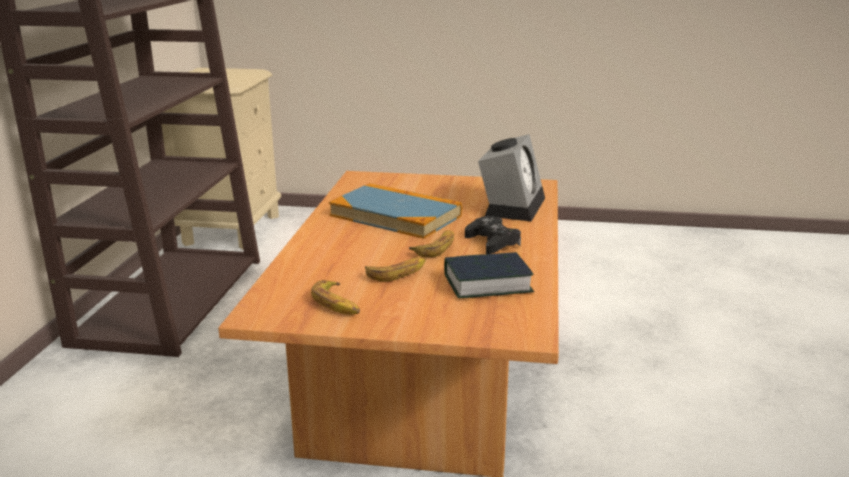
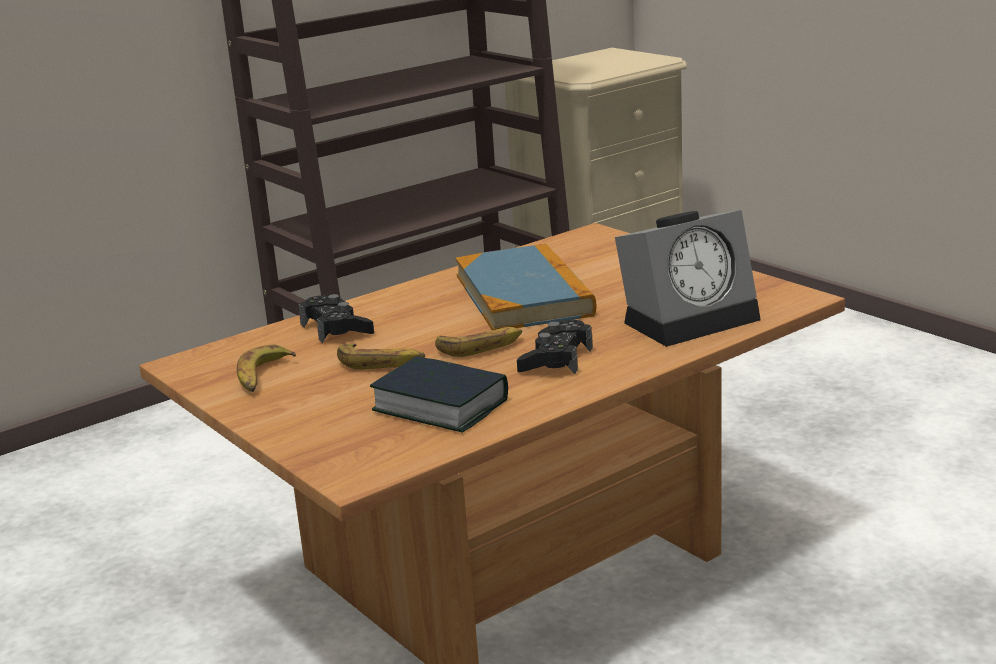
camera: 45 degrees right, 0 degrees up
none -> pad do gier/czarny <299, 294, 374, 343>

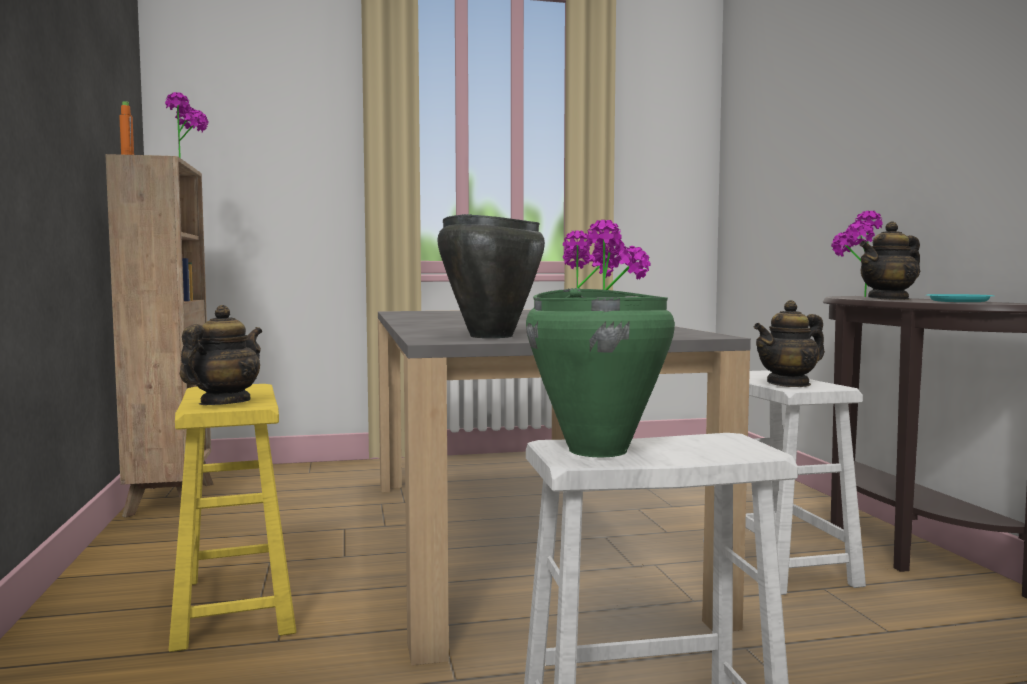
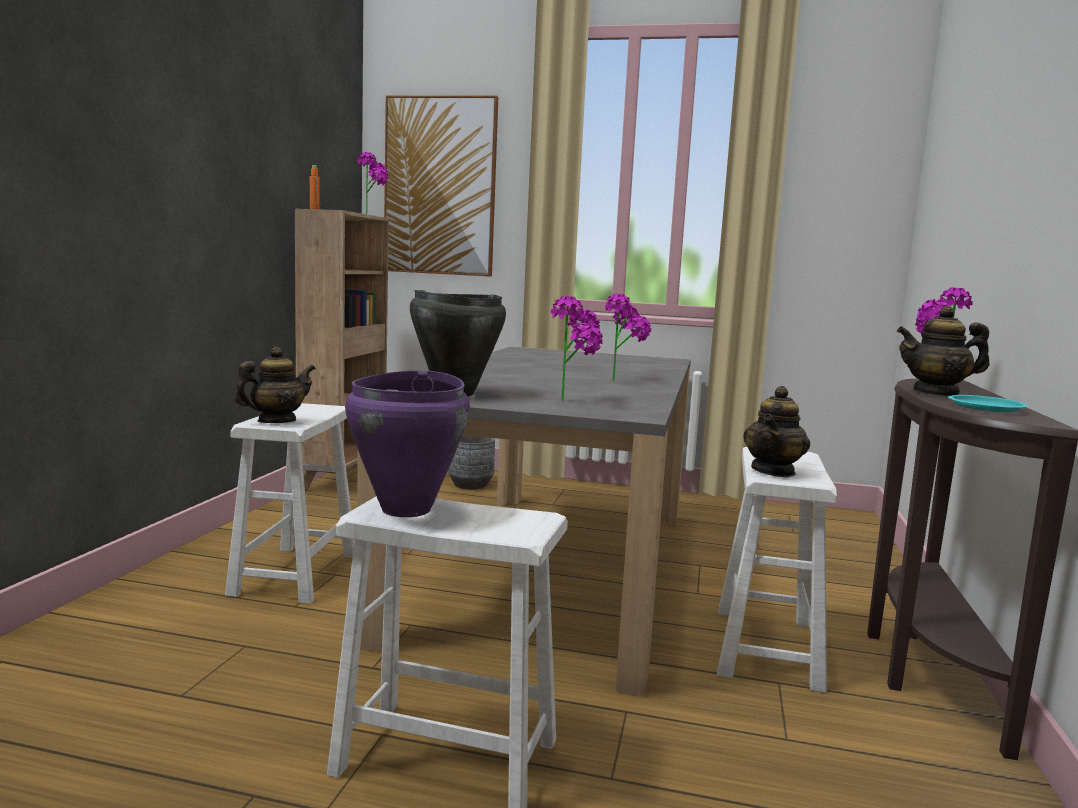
camera: 25 degrees right, 5 degrees up
stołek/żółty <168, 384, 297, 652> -> stołek/biały <225, 403, 355, 604>
garnek/zielony <526, 288, 675, 458> -> garnek/fioletowy <345, 370, 470, 517>
none -> obraz <384, 96, 498, 277>
none -> donica/szary <448, 435, 495, 489>
imbryk <754, 300, 825, 387> -> imbryk <743, 386, 810, 477>, 60 degrees counterclockwise

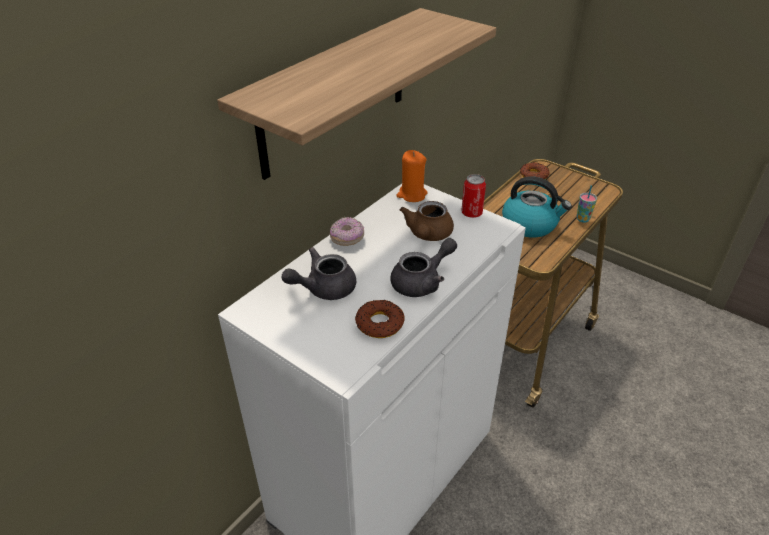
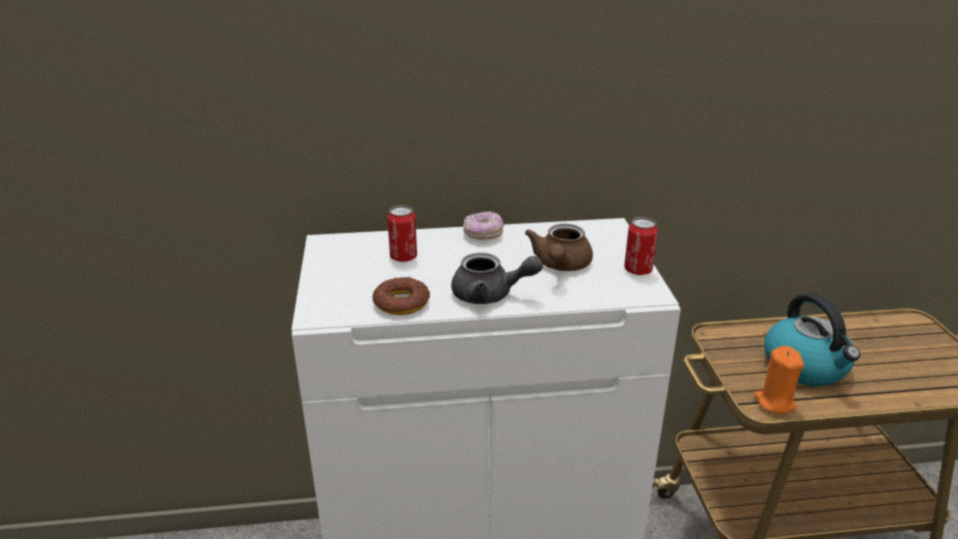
camera: 45 degrees right, 10 degrees down
imbryk/szary <282, 247, 356, 300> -> puszka <388, 205, 417, 262>
imbryk/brązowy <400, 201, 454, 241> -> imbryk/brązowy <525, 224, 593, 271>, 45 degrees counterclockwise
świeca/pomarańczowy <397, 150, 427, 202> -> świeca/pomarańczowy <754, 346, 804, 414>, moved
półka <217, 8, 496, 180> -> none
donut <520, 162, 550, 179> -> none
filiżanka <577, 185, 597, 223> -> none

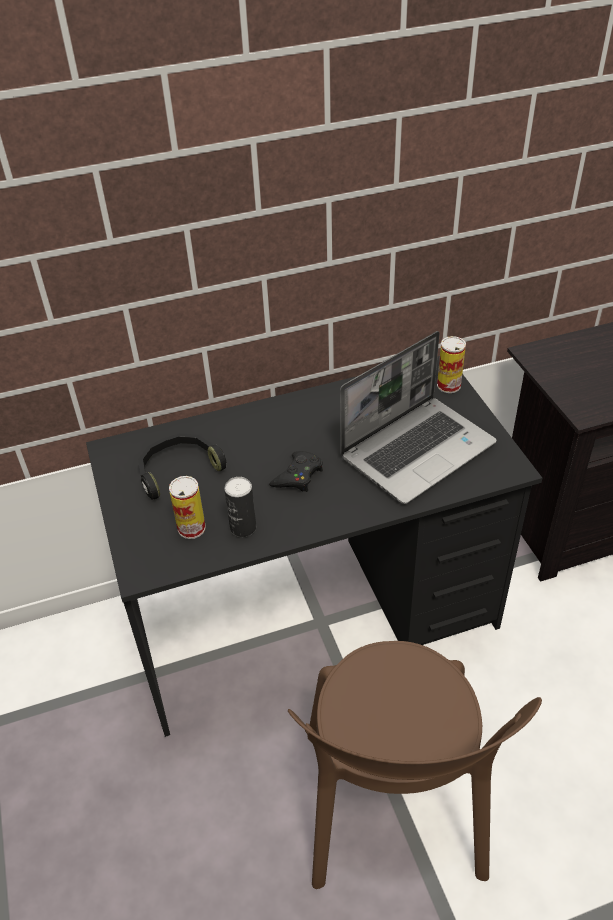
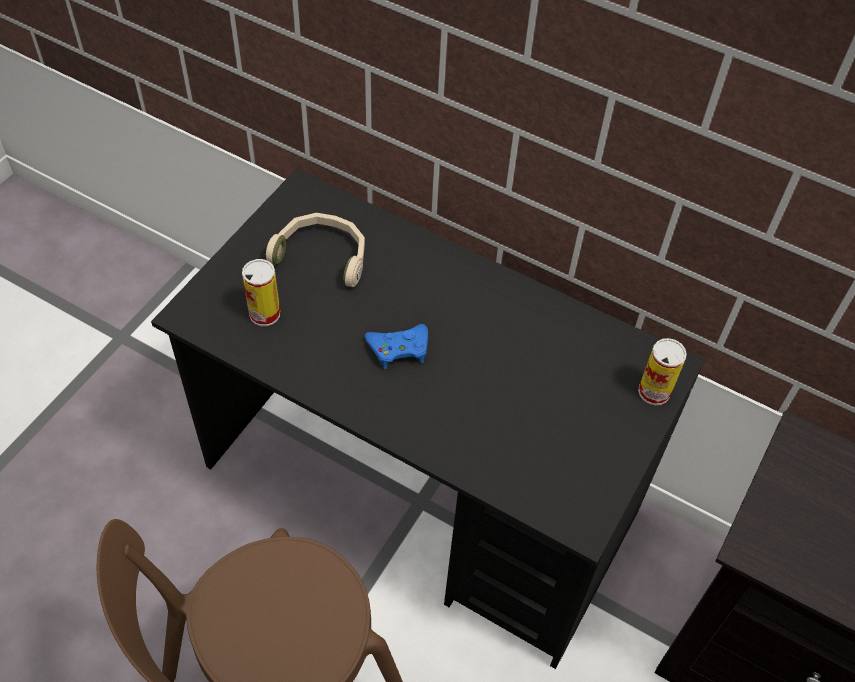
camera: 45 degrees right, 10 degrees up
słuchawki/czarny <138, 433, 227, 500> -> słuchawki/beżowy <266, 213, 365, 287>
pad do gier/czarny <269, 451, 323, 492> -> pad do gier/niebieski <365, 324, 428, 369>
puszka <224, 477, 256, 537> -> none
laptop <340, 331, 497, 504> -> none

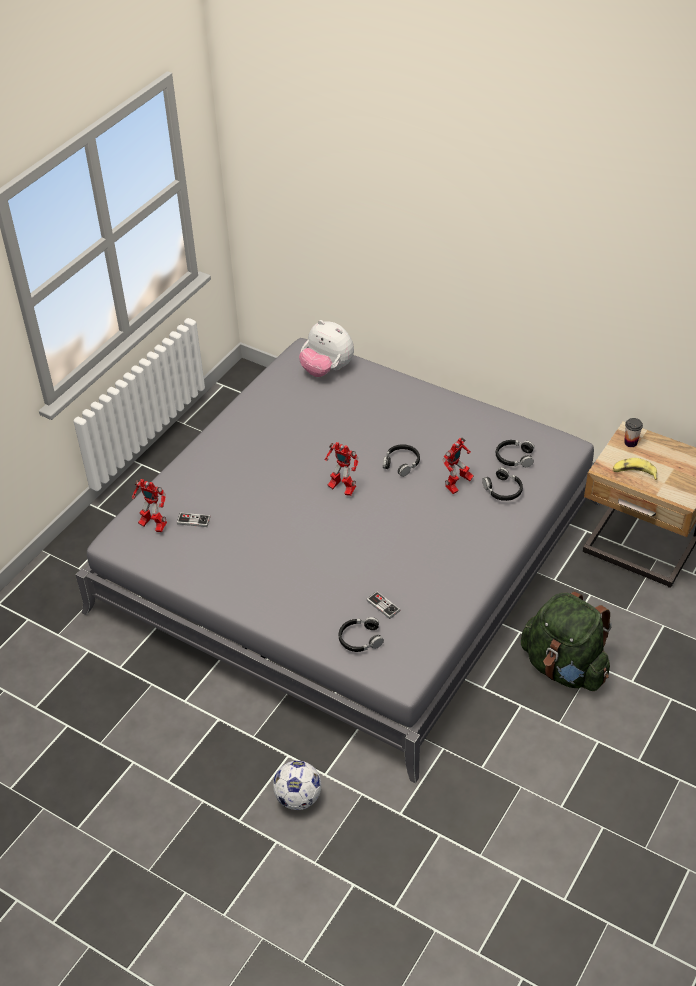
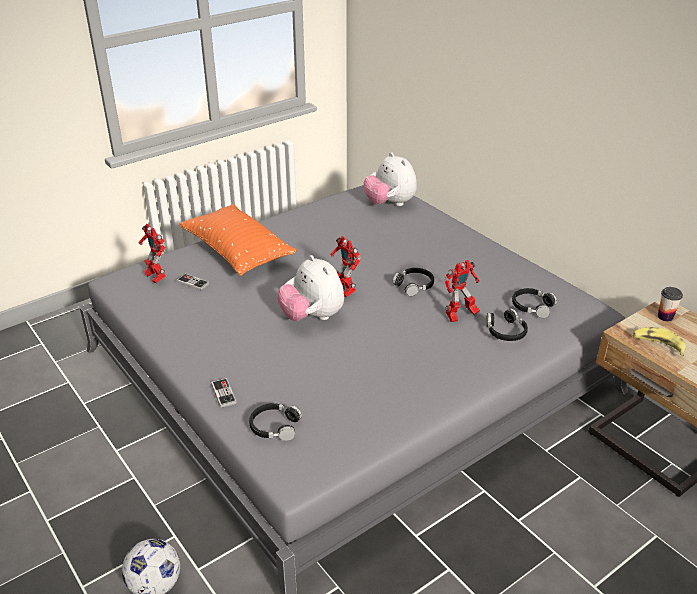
camera: 20 degrees right, 10 degrees down
none -> poduszka/pomarańczowy <179, 204, 297, 276>
pad do gier <366, 591, 400, 619> -> pad do gier <211, 378, 237, 408>, moved
none -> pluszak <278, 255, 344, 321>
plecak/zielony <521, 591, 612, 691> -> none

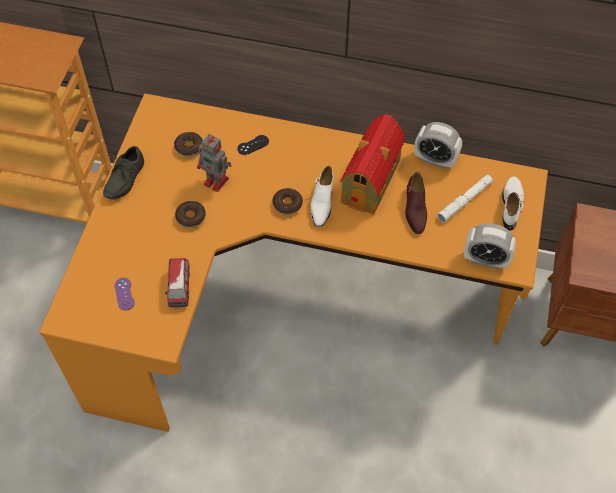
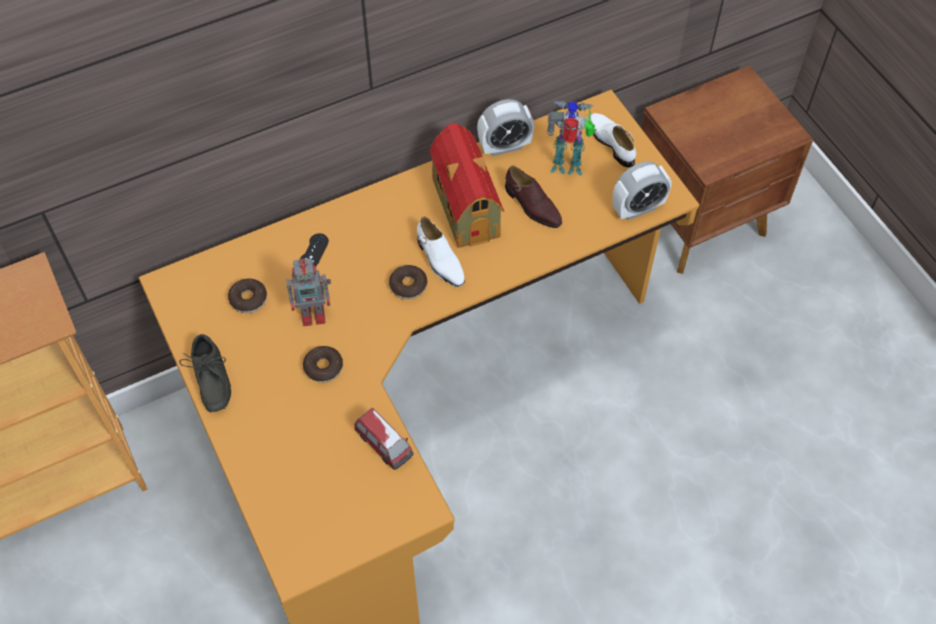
camera: 40 degrees left, 0 degrees up
latarka/biały <437, 175, 493, 222> -> robot zabawkowy <547, 100, 596, 176>
pad do gier/fioletowy <115, 278, 135, 310> -> none

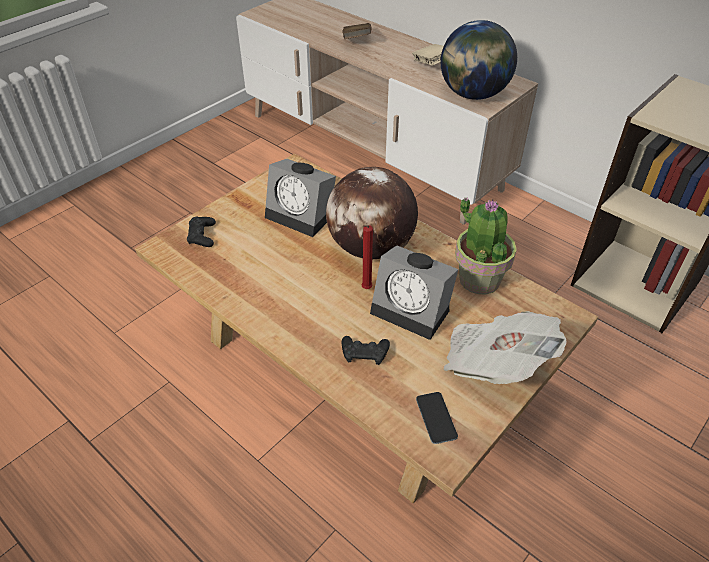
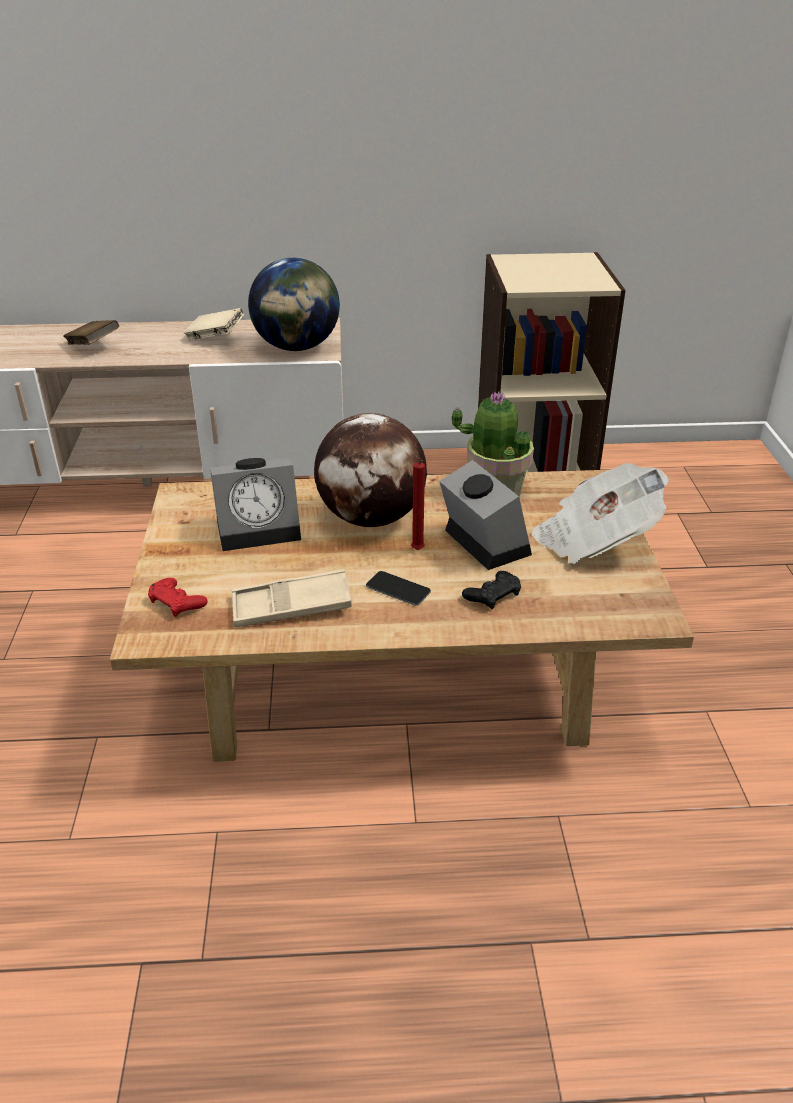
camera: 45 degrees left, 10 degrees down
pad do gier/czarny <187, 217, 216, 247> -> pad do gier/czerwony <148, 578, 208, 617>
none -> taca/beżowy <232, 569, 352, 627>
telefon <416, 392, 458, 444> -> telefon <366, 571, 431, 606>, moved
budzik <370, 245, 459, 340> -> budzik <439, 460, 532, 570>, 105 degrees counterclockwise

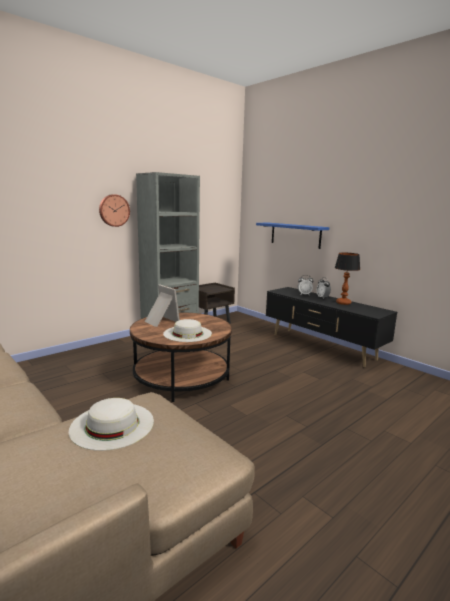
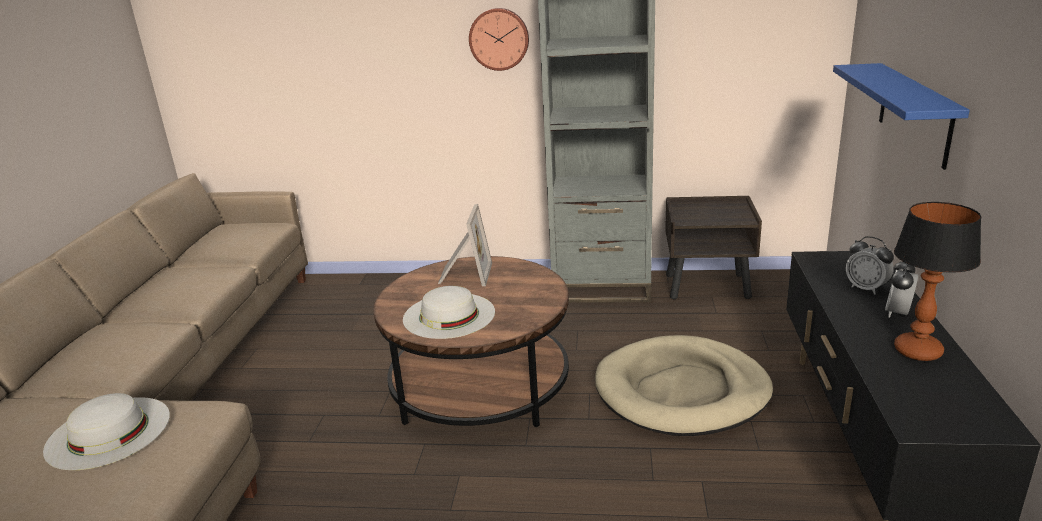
camera: 50 degrees right, 10 degrees up
none -> legowisko/beżowy <595, 335, 773, 436>

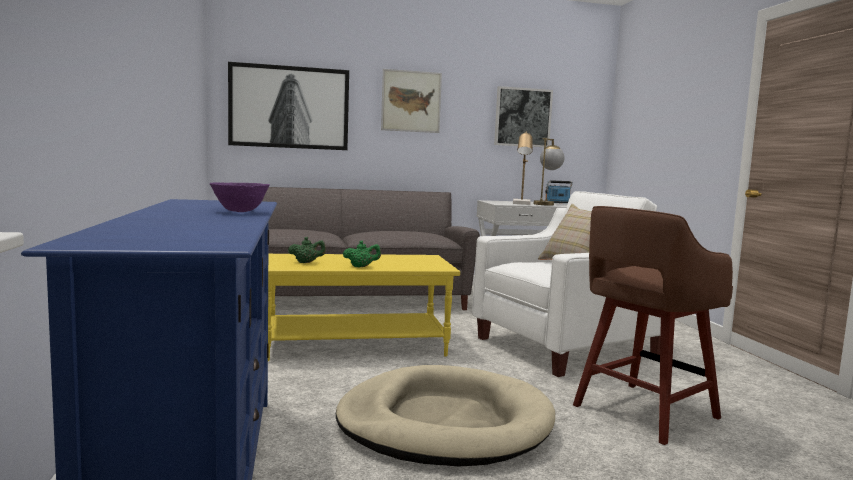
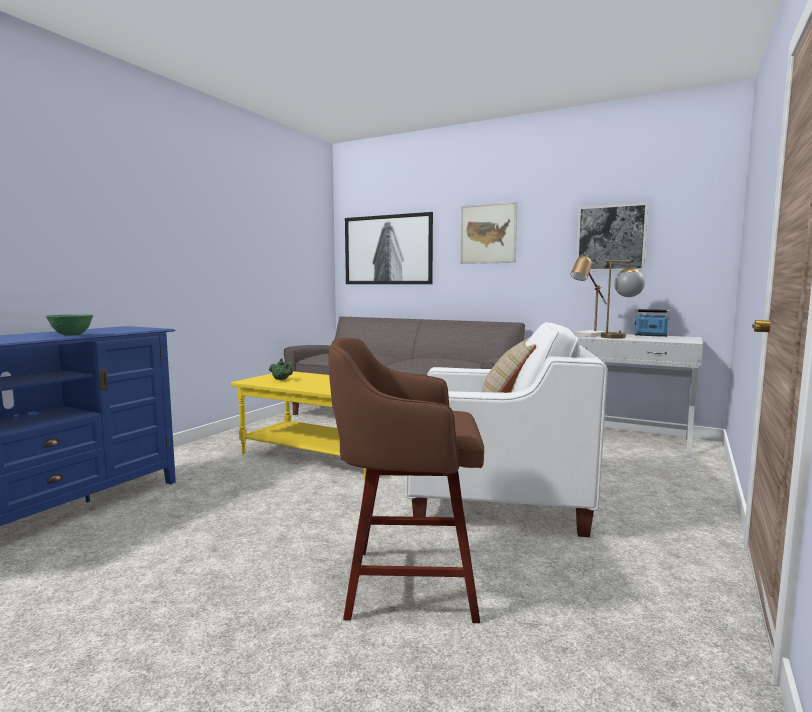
camera: 40 degrees right, 0 degrees up
miska/fioletowy <210, 182, 270, 212> -> miska/zielony <46, 314, 93, 336>
legowisko/beżowy <336, 365, 555, 466> -> none
imbryk/zielony <343, 241, 381, 267> -> none

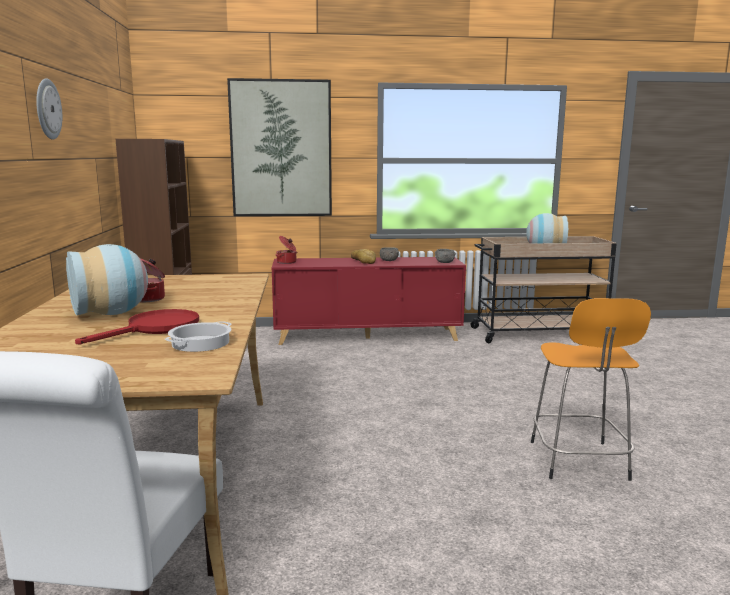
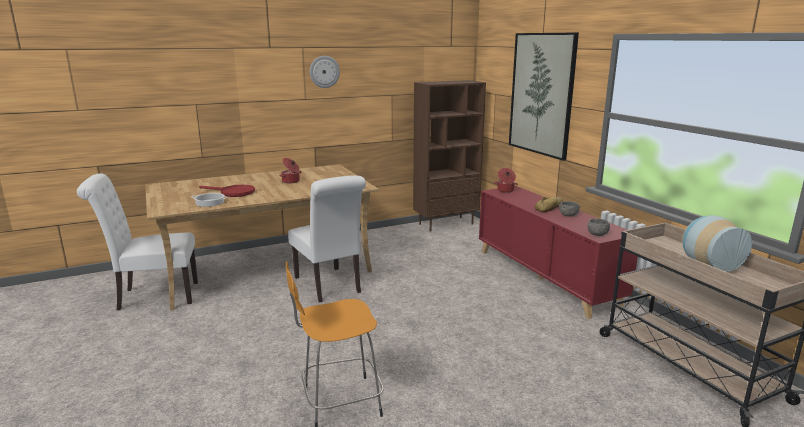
camera: 70 degrees right, 5 degrees up
none -> krzesło/biały <288, 176, 366, 303>
wazon <66, 244, 148, 315> -> none

